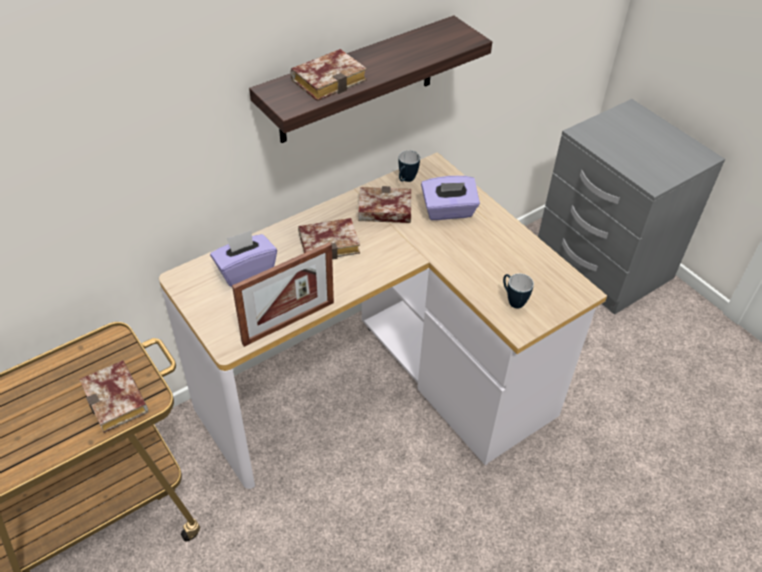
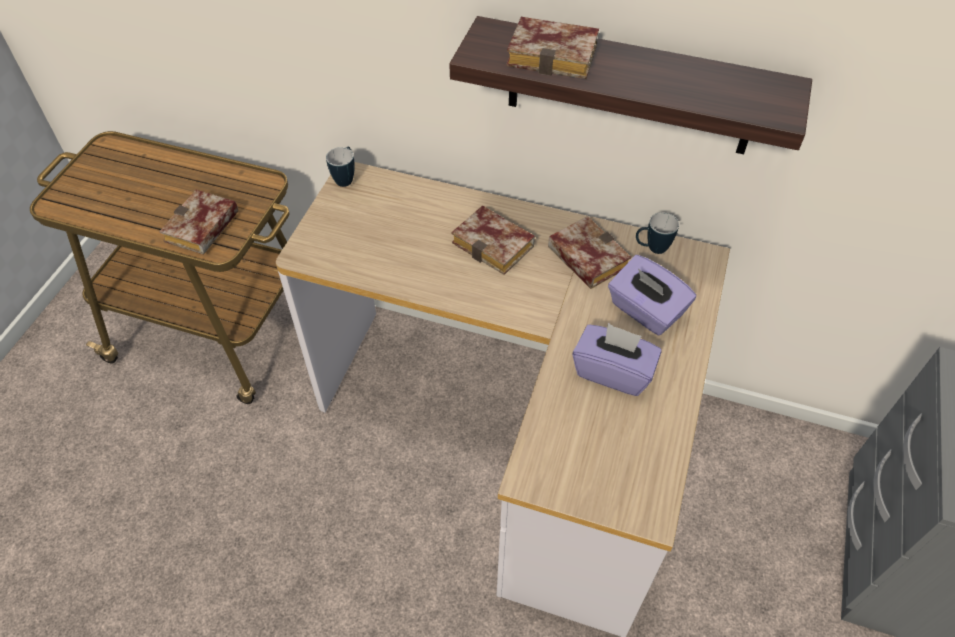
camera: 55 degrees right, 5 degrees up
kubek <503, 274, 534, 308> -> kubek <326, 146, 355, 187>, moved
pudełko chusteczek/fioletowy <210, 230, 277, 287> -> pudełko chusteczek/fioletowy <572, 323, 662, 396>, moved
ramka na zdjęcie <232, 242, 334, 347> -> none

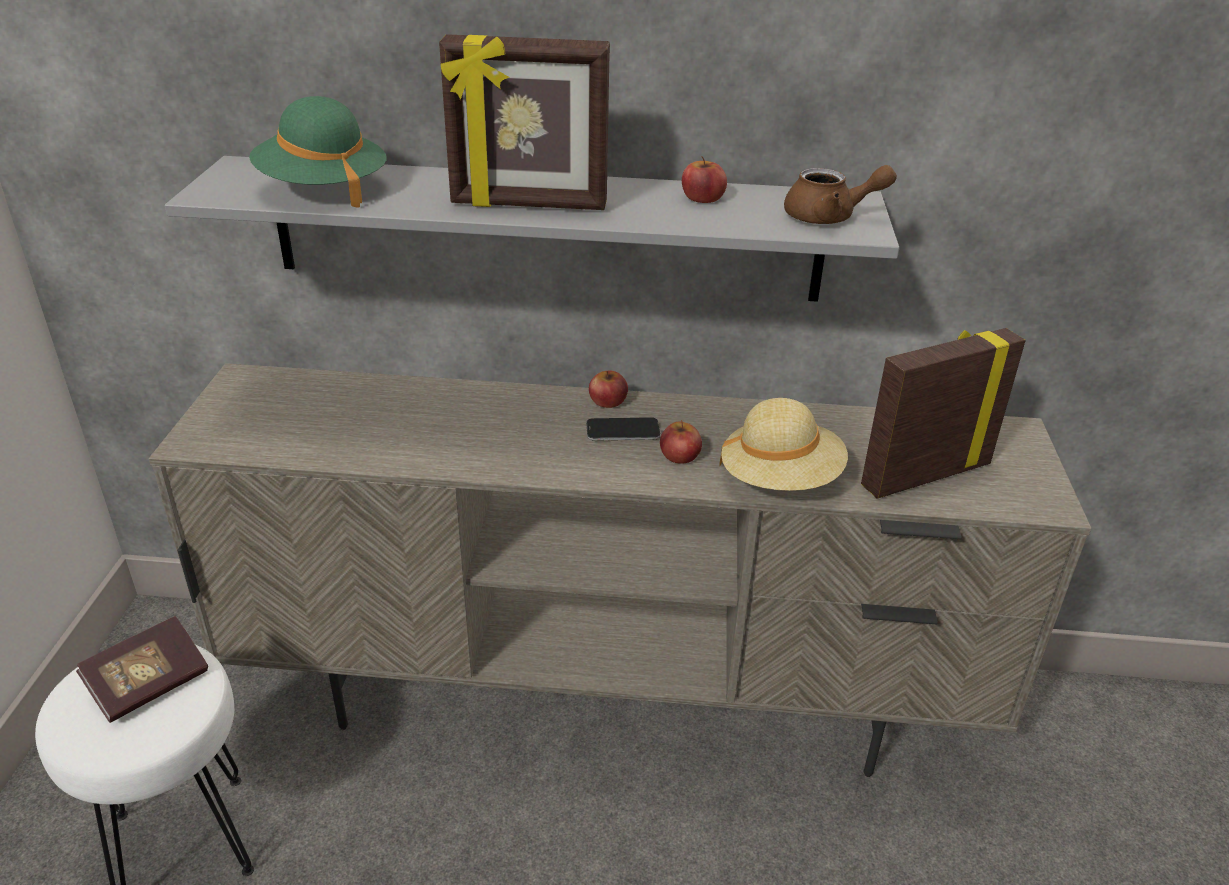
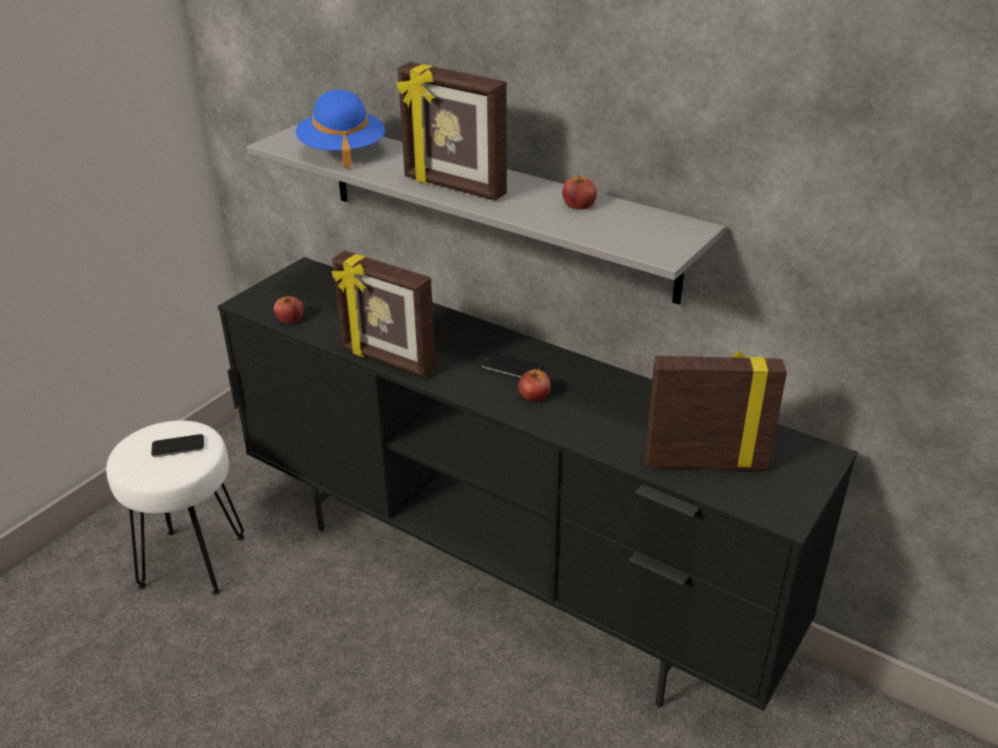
camera: 30 degrees right, 0 degrees up
książka <76, 616, 208, 723> -> telefon <151, 434, 204, 457>
szafka pod telewizor/beżowy <149, 363, 1091, 777> -> szafka pod telewizor/czarny <218, 257, 857, 711>
jabłko <589, 371, 628, 408> -> jabłko <274, 296, 304, 324>, moved
kapelusz/zielony <249, 96, 386, 208> -> kapelusz/niebieski <296, 90, 385, 169>
none -> ramka na zdjęcie <332, 251, 436, 378>
kapelusz/beżowy <719, 398, 848, 491> -> none
imbryk/brązowy <784, 165, 897, 224> -> none

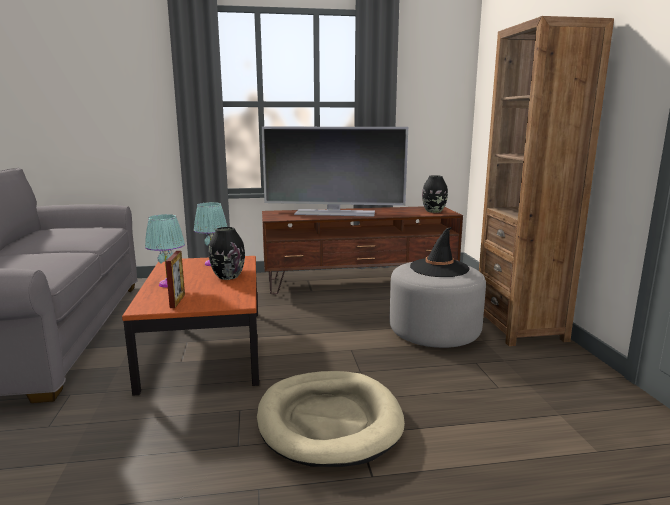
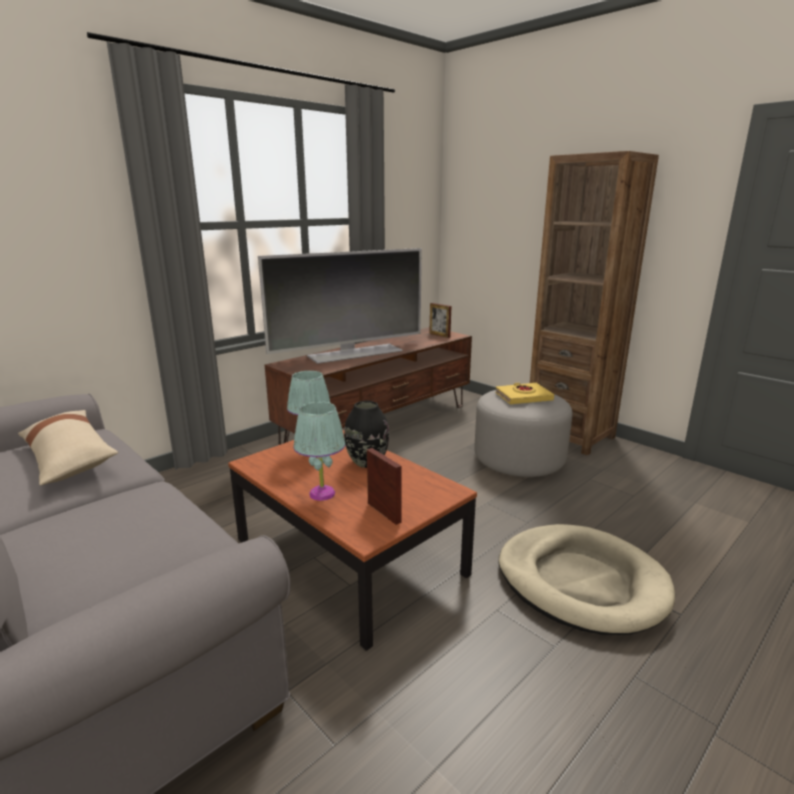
camera: 35 degrees left, 5 degrees up
none -> poduszka/beżowy <18, 410, 118, 485>
wazon/czarny <422, 175, 448, 213> -> ramka na zdjęcie <429, 303, 451, 338>
kapelusz/czarny <410, 227, 469, 277> -> książka/żółty <495, 383, 554, 404>

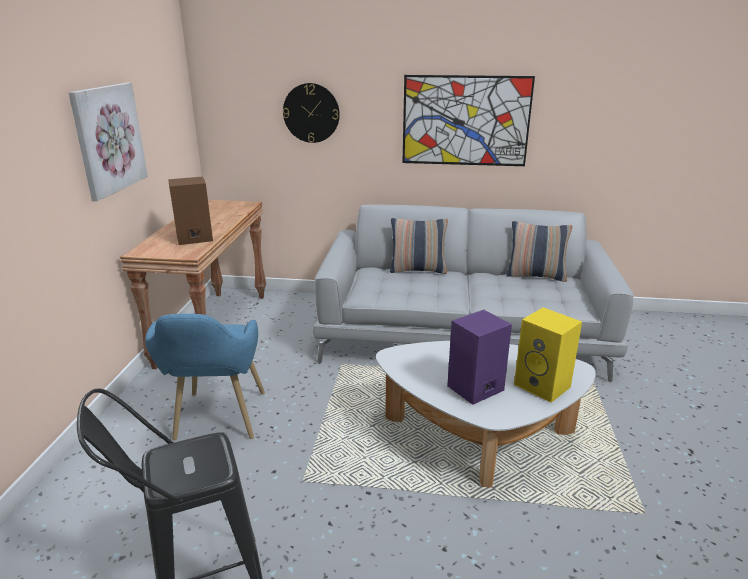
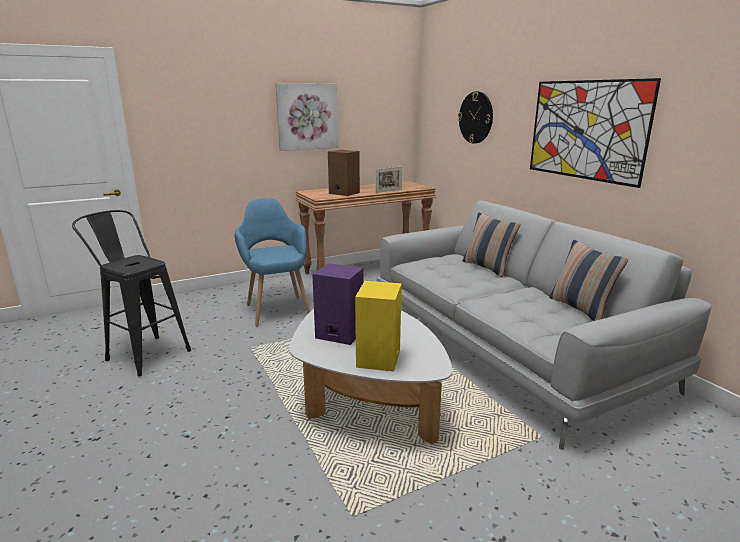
camera: 55 degrees right, 5 degrees down
fotel/niebieski <145, 314, 265, 441> -> fotel/niebieski <235, 198, 311, 327>, 105 degrees clockwise
none -> ramka na zdjęcie <376, 167, 402, 193>

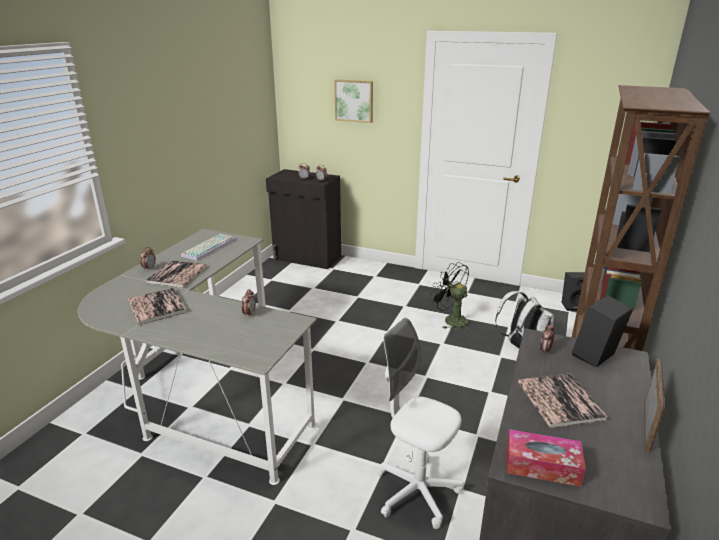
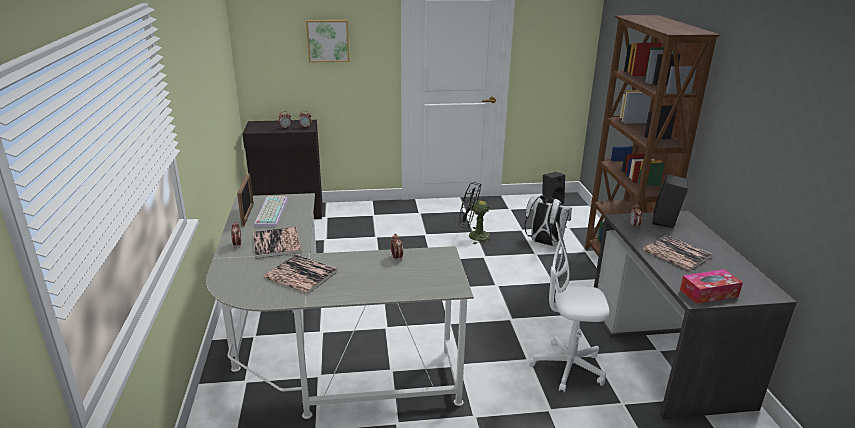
camera: 30 degrees left, 0 degrees up
ramka na zdjęcie <644, 359, 665, 453> -> ramka na zdjęcie <237, 173, 254, 227>, moved

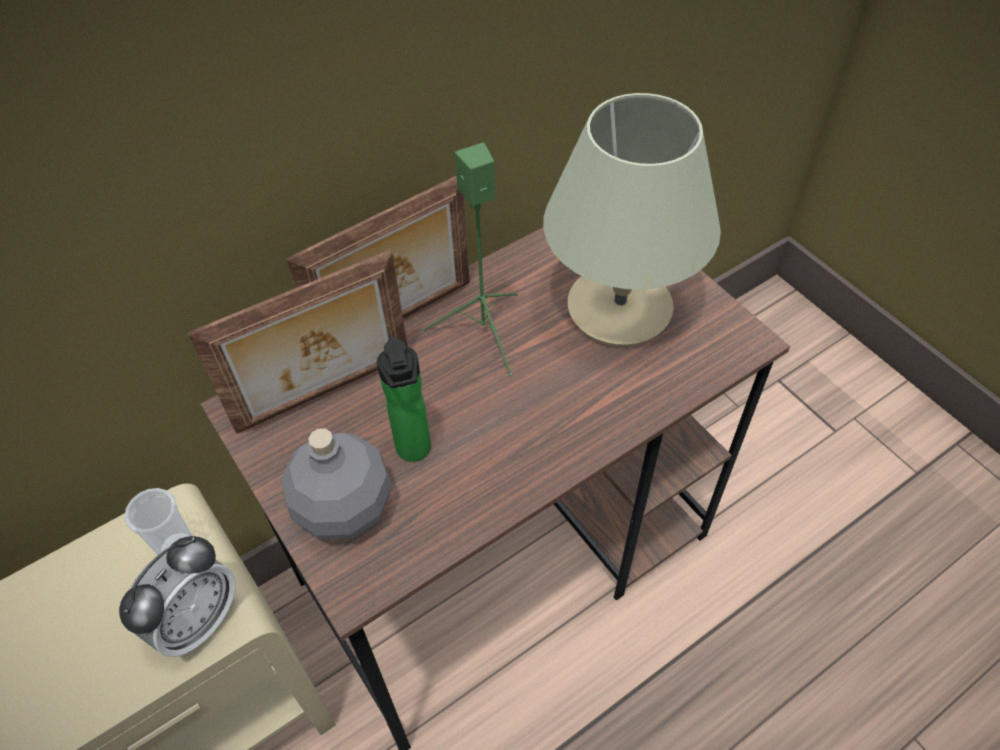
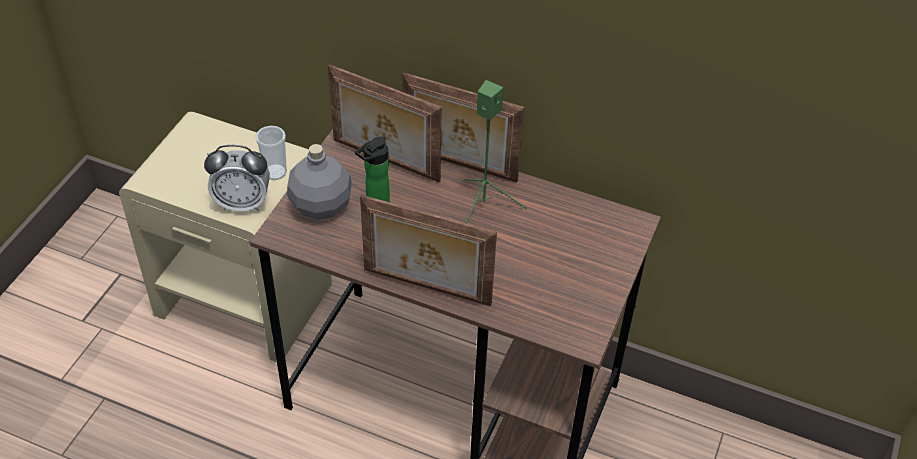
camera: 55 degrees right, 5 degrees down
none -> ramka na zdjęcie <360, 195, 497, 306>
lampa stołowa/beżowy <543, 93, 721, 347> -> none

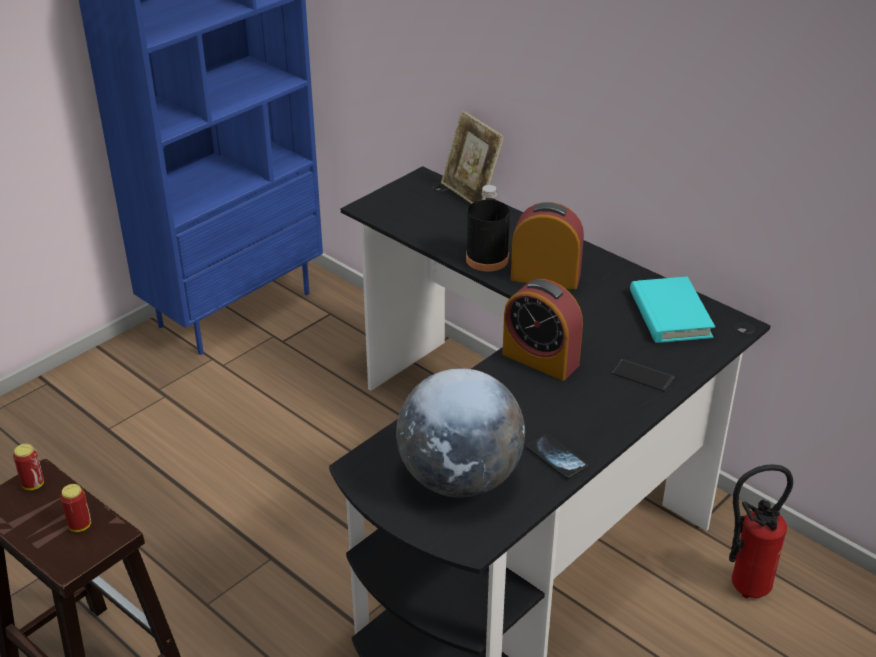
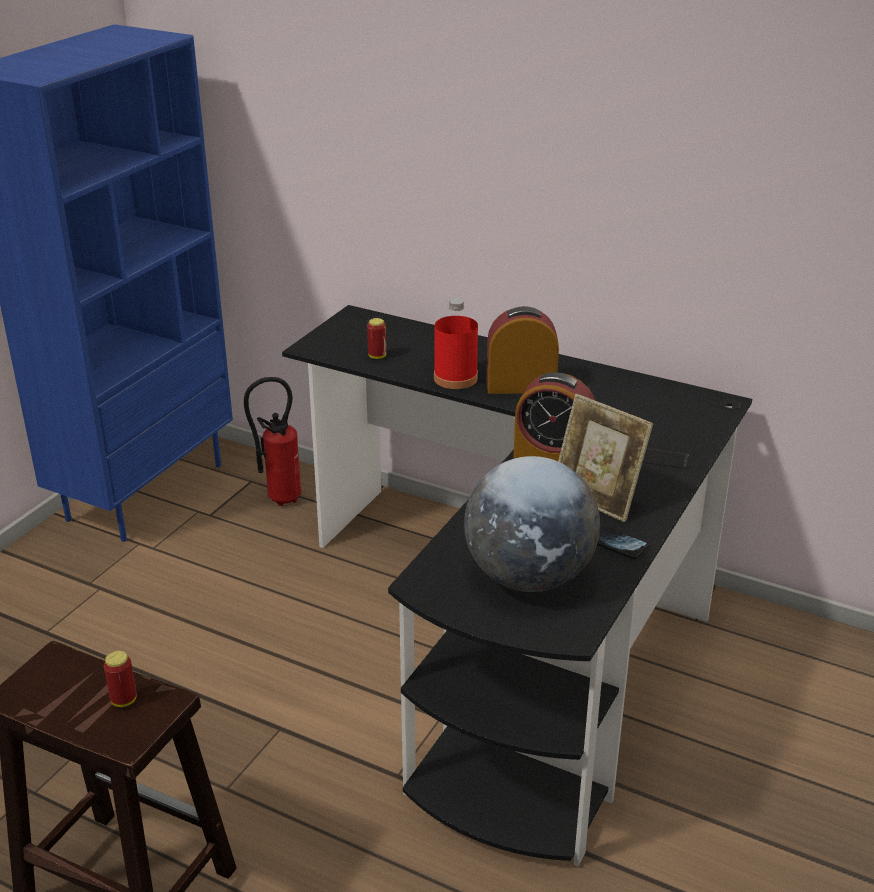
camera: 15 degrees left, 5 degrees down
gaśnica <729, 464, 793, 598> -> gaśnica <244, 377, 301, 506>, moved
puszka <13, 444, 44, 490> -> puszka <367, 318, 386, 359>, moved
butelka/czarny <466, 185, 510, 272> -> butelka/czerwony <434, 298, 478, 389>
ramka na zdjęcie <441, 110, 504, 204> -> ramka na zdjęcie <558, 394, 653, 522>, moved
książka/turkusowy <630, 277, 715, 343> -> none

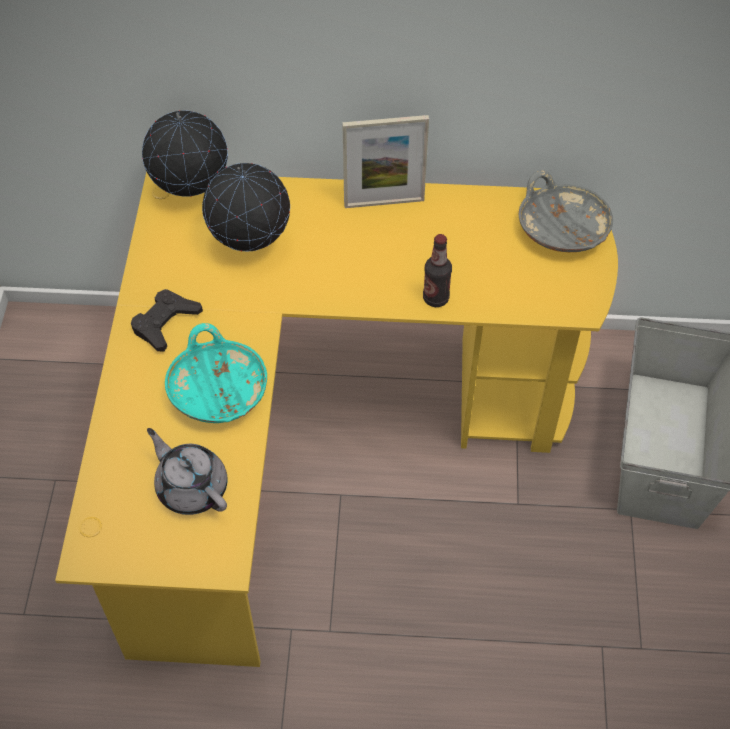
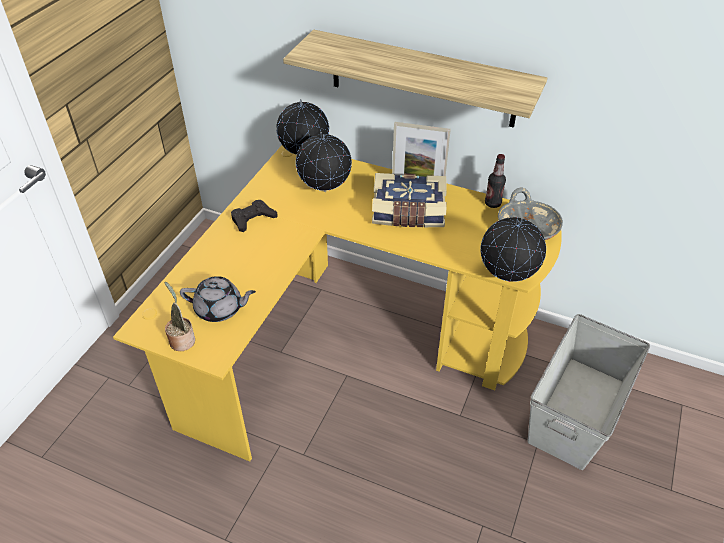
camera: 20 degrees right, 10 degrees down
none -> roślina doniczkowa <165, 282, 195, 351>
imbryk/szary <147, 428, 228, 515> -> imbryk/szary <180, 276, 256, 322>, 120 degrees clockwise
none -> półka <283, 30, 547, 128>
none -> książka <372, 173, 447, 227>
none -> globus <480, 217, 546, 282>
butelka <423, 234, 452, 307> -> butelka <485, 154, 506, 208>, moved
miska/turkusowy <165, 323, 267, 423> -> none

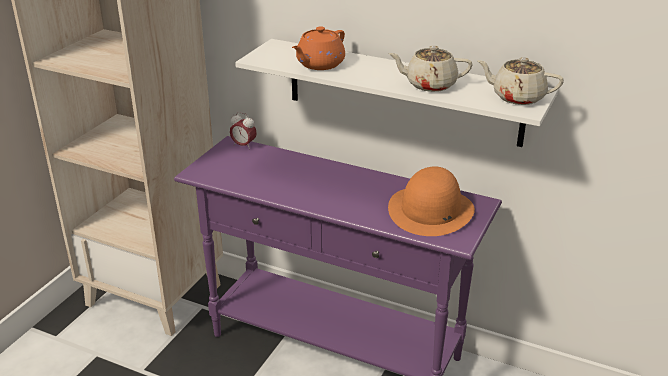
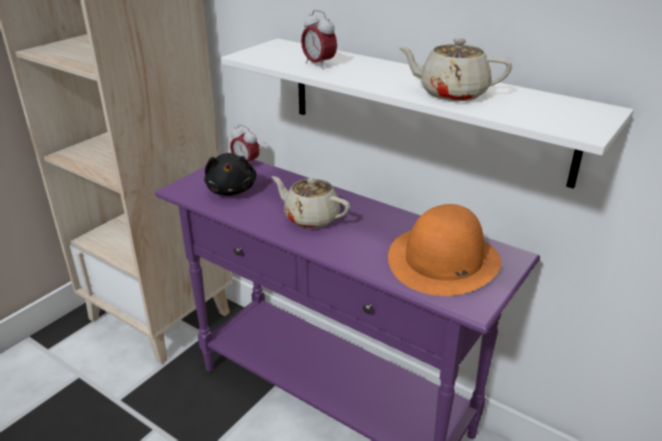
camera: 10 degrees right, 0 degrees up
none -> pluszak/czarny <204, 153, 256, 196>
imbryk/beżowy <477, 57, 564, 105> -> imbryk/beżowy <271, 176, 350, 228>, moved
imbryk/pomarańczowy <292, 27, 345, 70> -> budzik <301, 10, 337, 69>

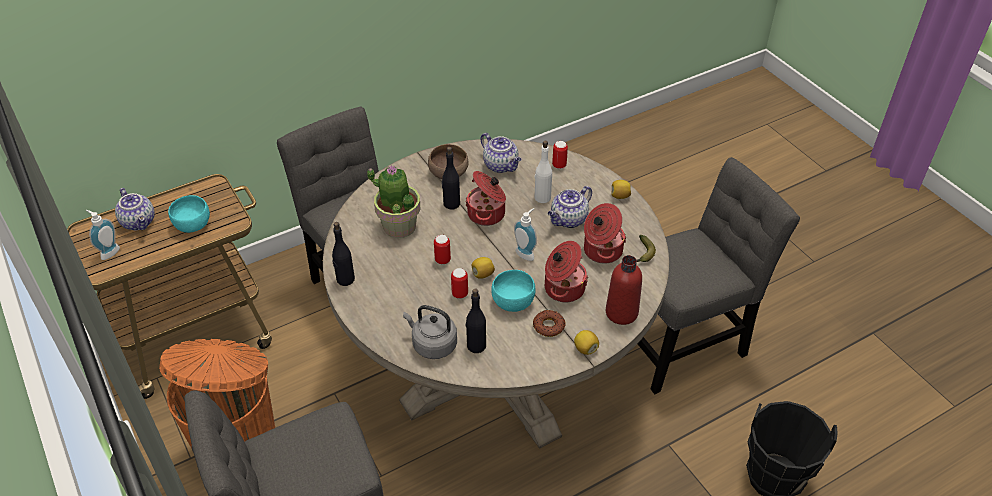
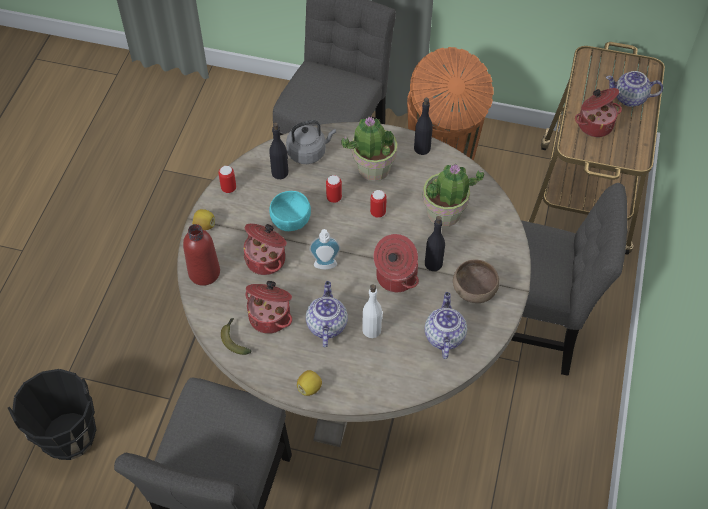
camera: 135 degrees right, 10 degrees up
puszka <552, 141, 568, 169> -> puszka <218, 166, 236, 193>, moved
none -> roślina doniczkowa <341, 117, 397, 181>
imbryk <481, 133, 522, 173> -> imbryk <425, 292, 467, 359>, 90 degrees clockwise
miska/turkusowy <168, 195, 210, 233> -> garnek <575, 88, 622, 137>
dozownik mydła <86, 210, 120, 260> -> none
cytryna <472, 257, 495, 279> -> none
donut <533, 310, 566, 337> -> none

